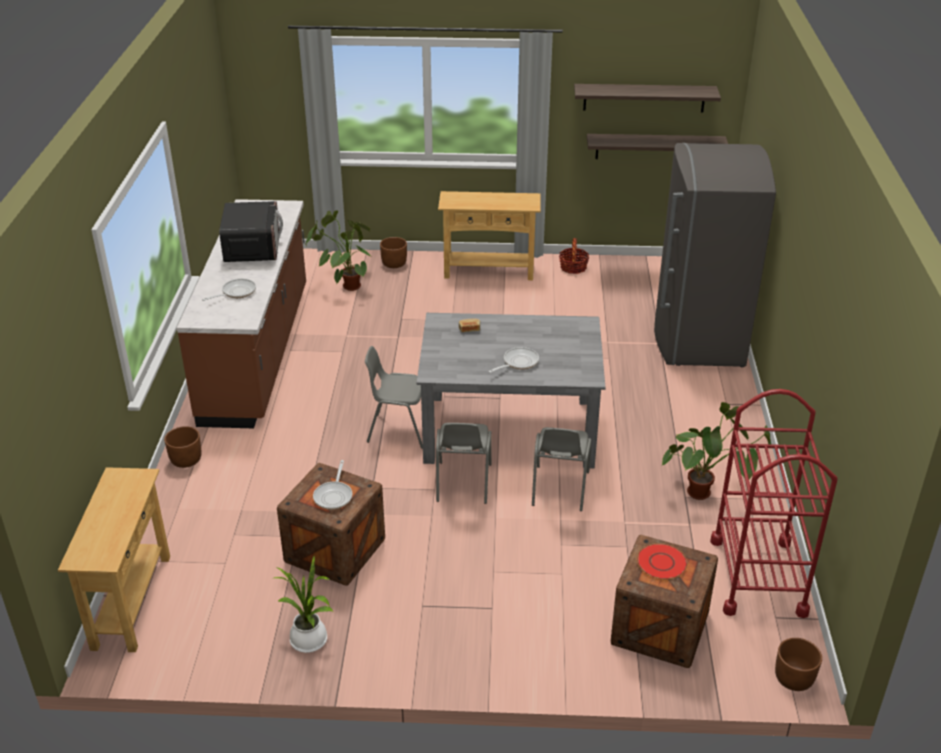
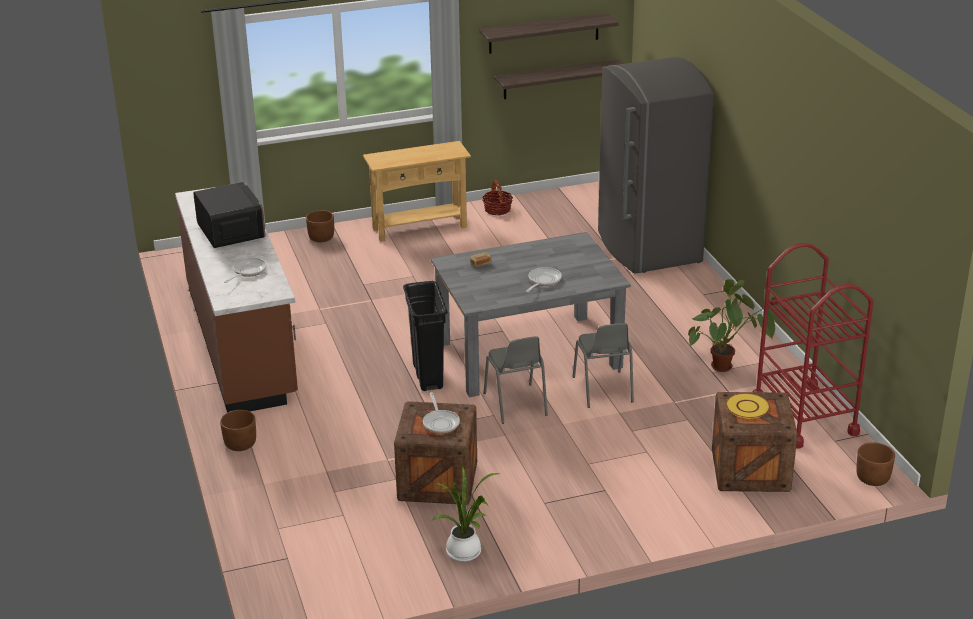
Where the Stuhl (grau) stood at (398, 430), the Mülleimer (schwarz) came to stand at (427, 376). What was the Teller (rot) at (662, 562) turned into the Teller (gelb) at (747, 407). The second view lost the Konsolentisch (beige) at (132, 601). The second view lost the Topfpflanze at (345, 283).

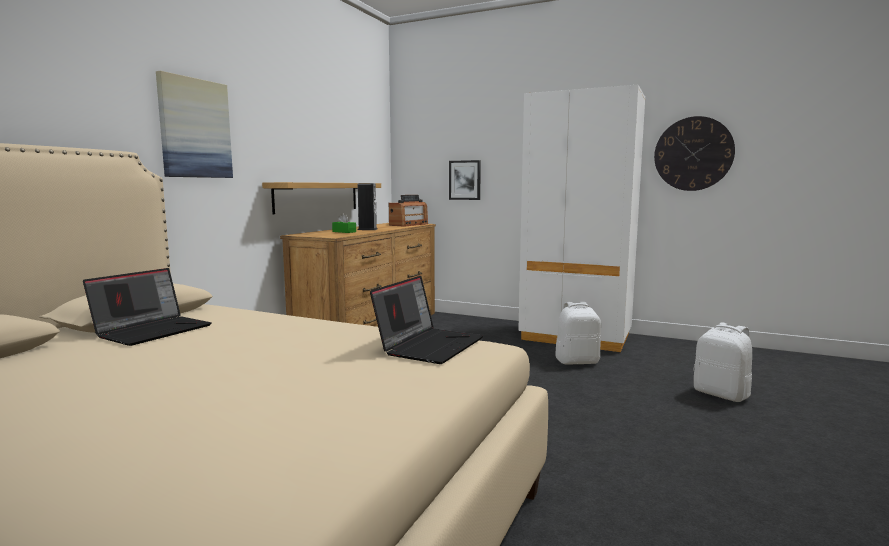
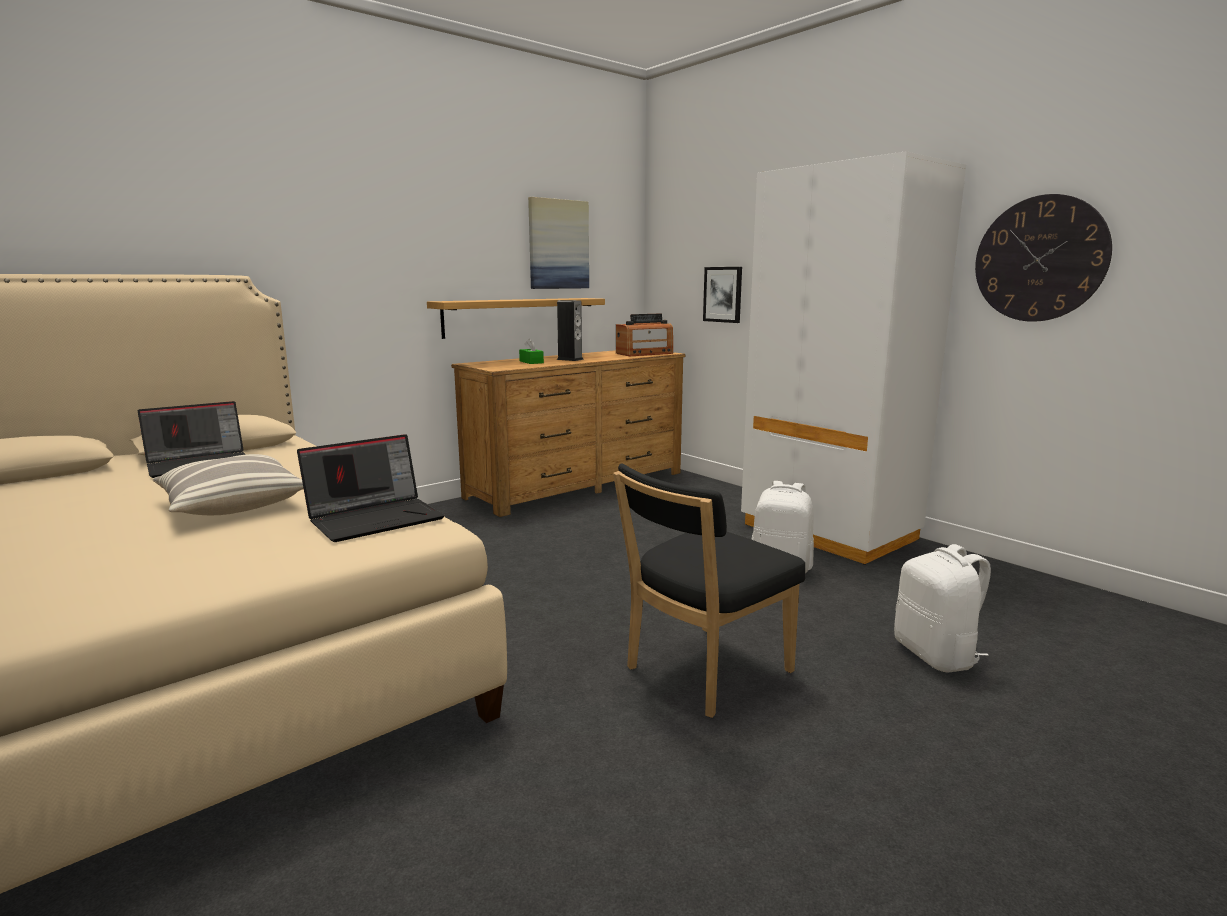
The second view gained the Kissen at (232, 505). The Bild ended up elsewhere, having gone from (195, 128) to (558, 244). The second view gained the Stuhl (schwarz) at (702, 672).

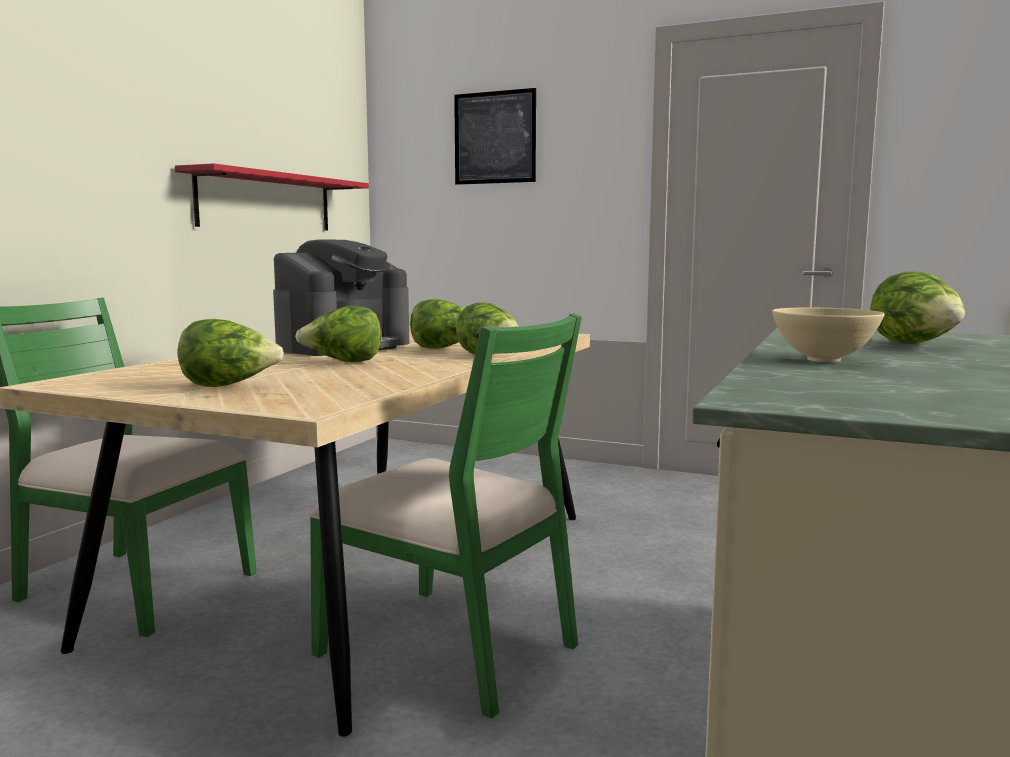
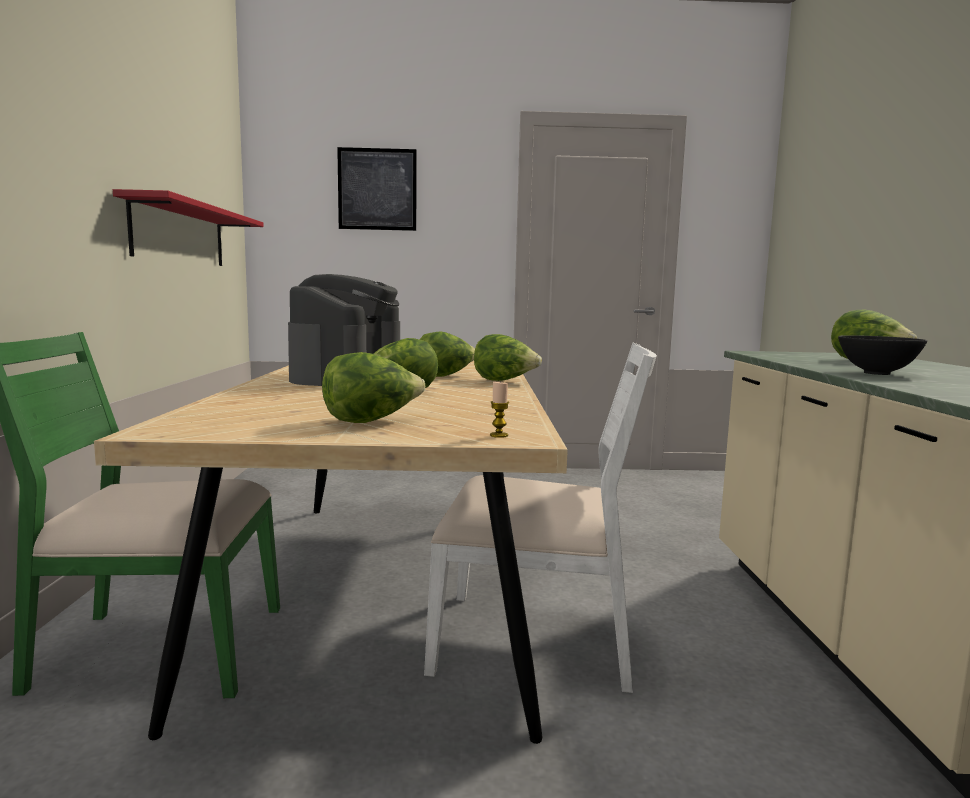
What was the Stuhl (grün) at (451, 648) turned into the Stuhl (weiß) at (535, 641). The second view gained the Kerze at (499, 435). What was the Schüssel (beige) at (825, 360) turned into the Schüssel (schwarz) at (877, 373).

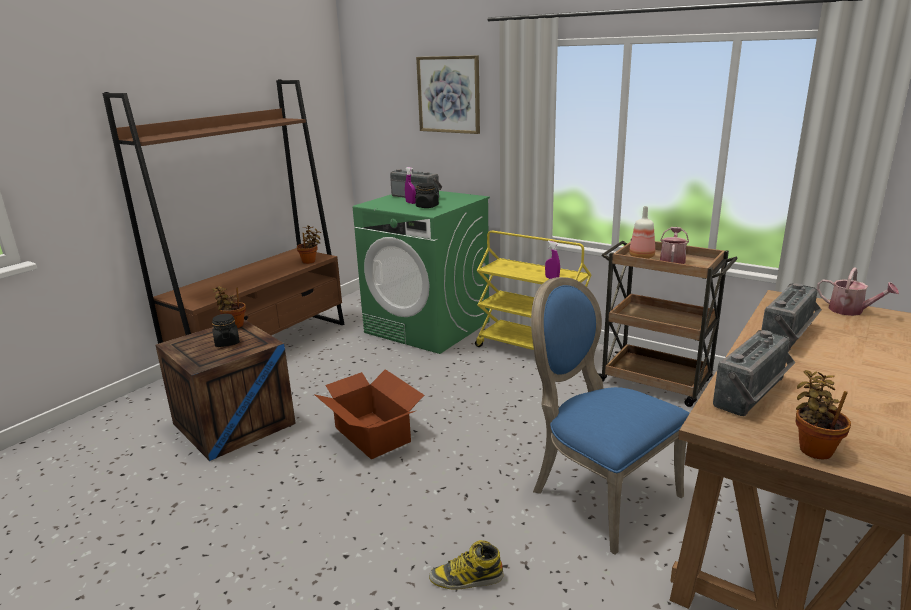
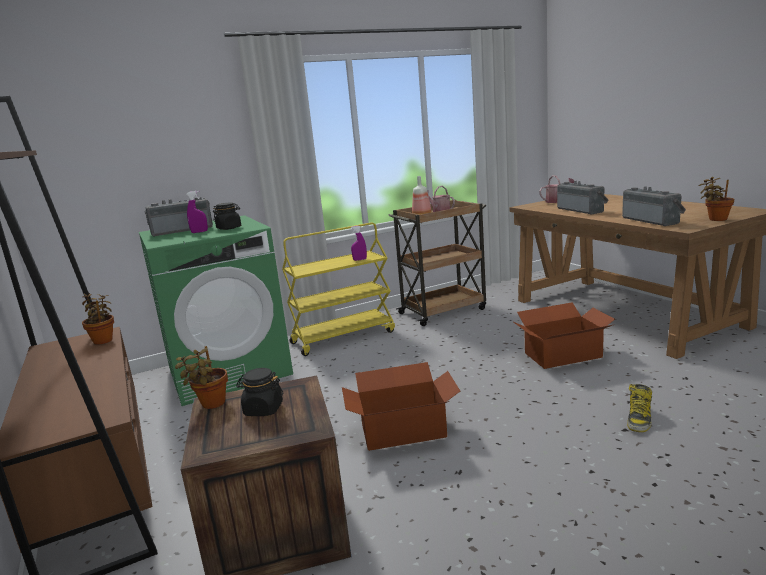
Where the Stuhl (blau) stood at (598, 493), the Karton came to stand at (562, 355). The second view lost the Bild at (449, 94).

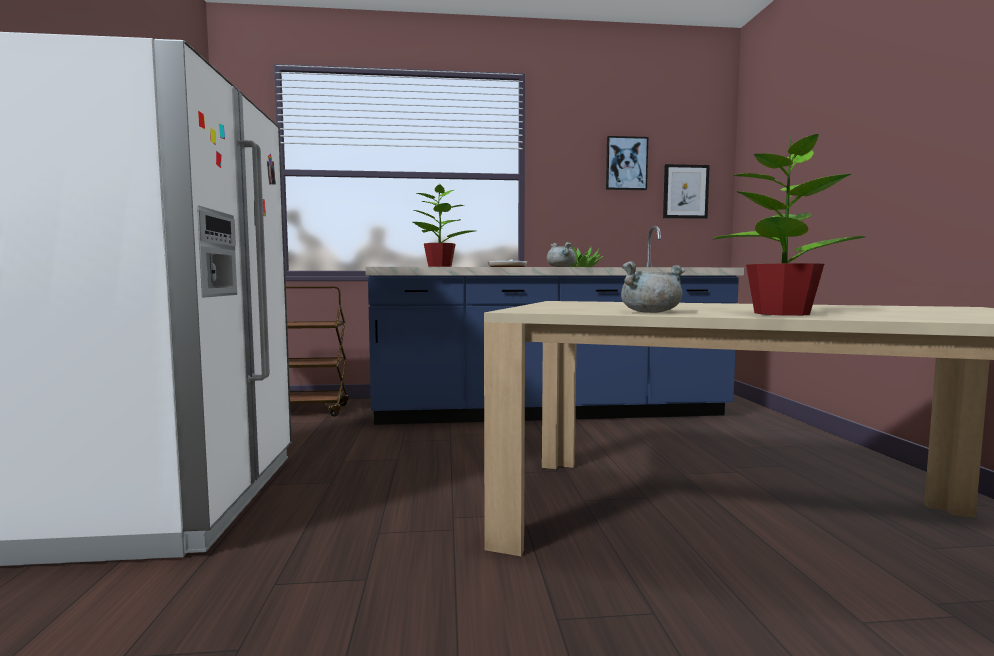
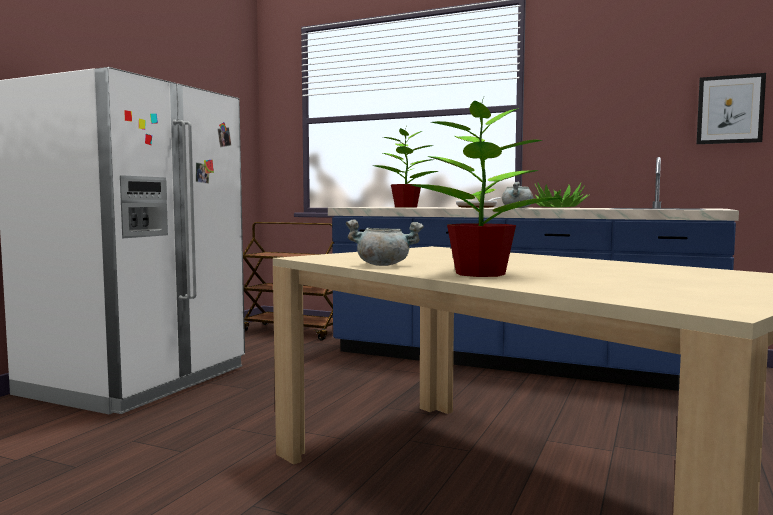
The second view lost the Bild at (626, 163).

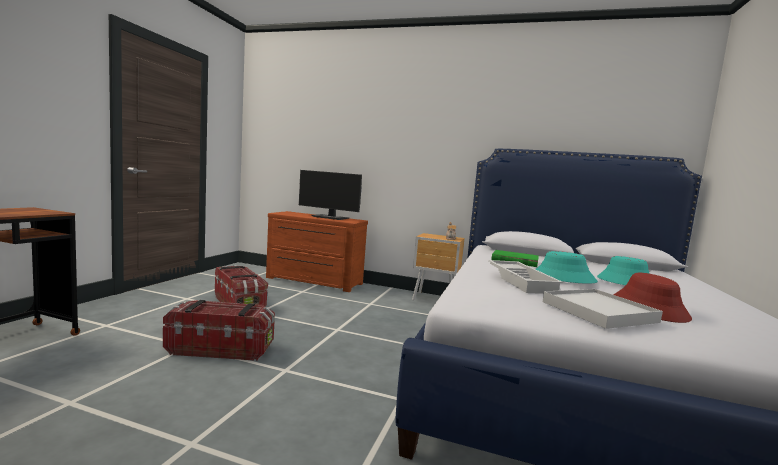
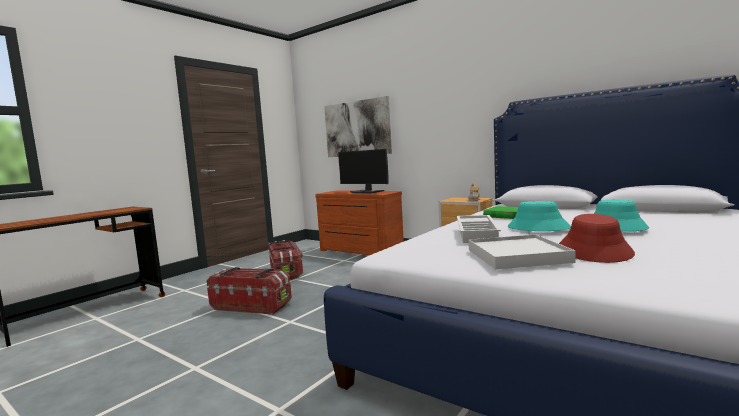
The second view gained the Bild at (357, 128).

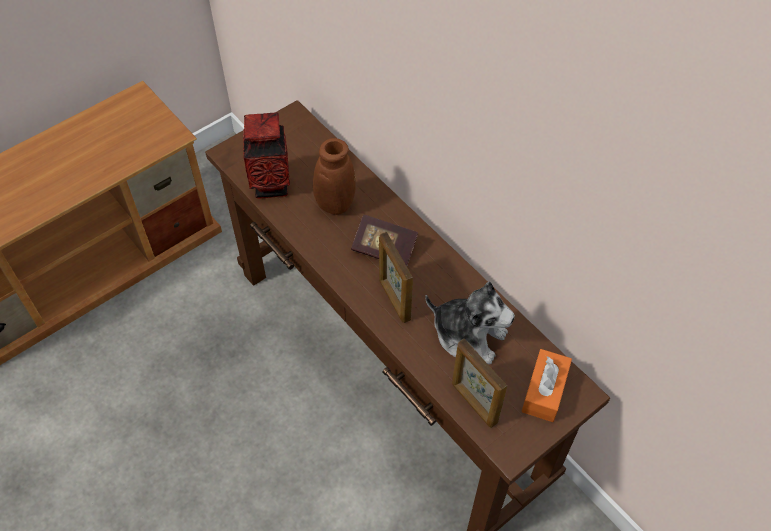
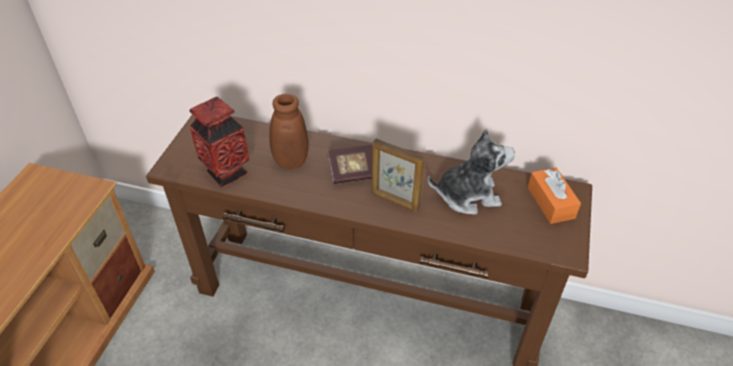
The second view lost the Bilderrahmen at (473, 403).

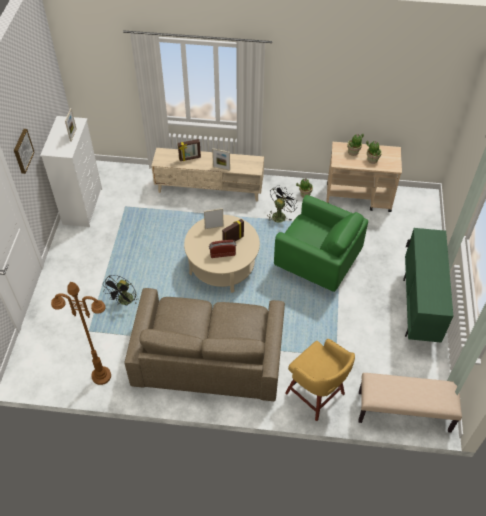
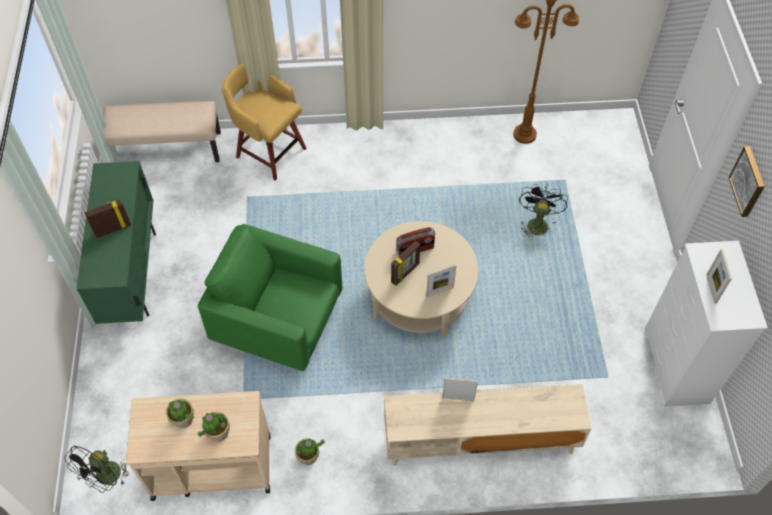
The Ventilator (schwarz) ended up elsewhere, having gone from (280, 215) to (105, 479). The Bilderrahmen ended up elsewhere, having gone from (190, 158) to (112, 229). The second view lost the Sofa (braun) at (208, 355).

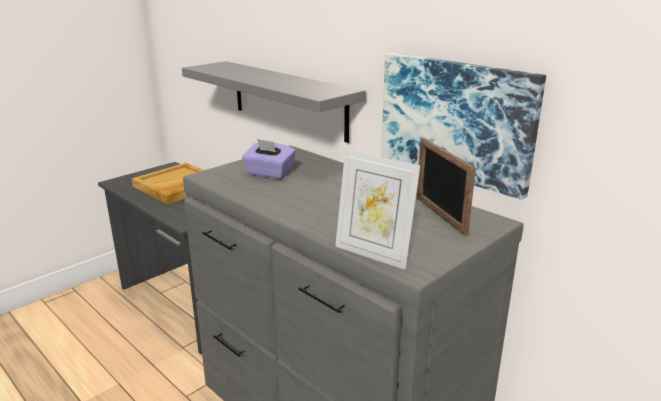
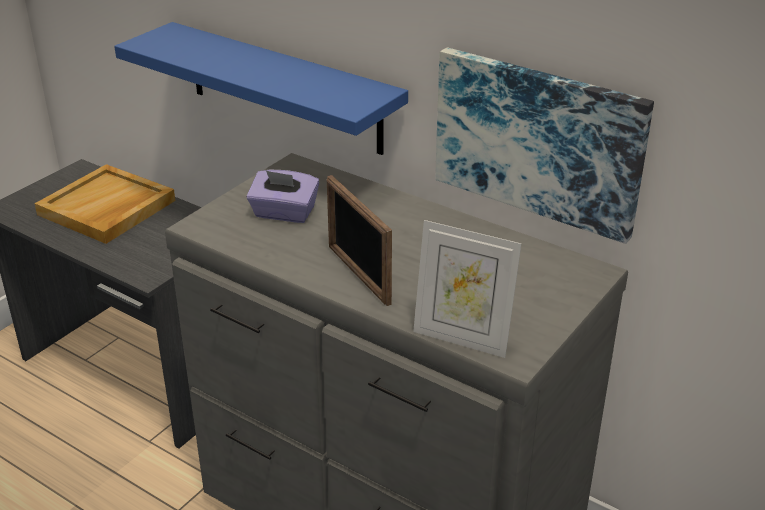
What was the Wandregal (grau) at (288, 99) turned into the Wandregal (blau) at (283, 88). The Bilderrahmen ended up elsewhere, having gone from (440, 215) to (358, 275).

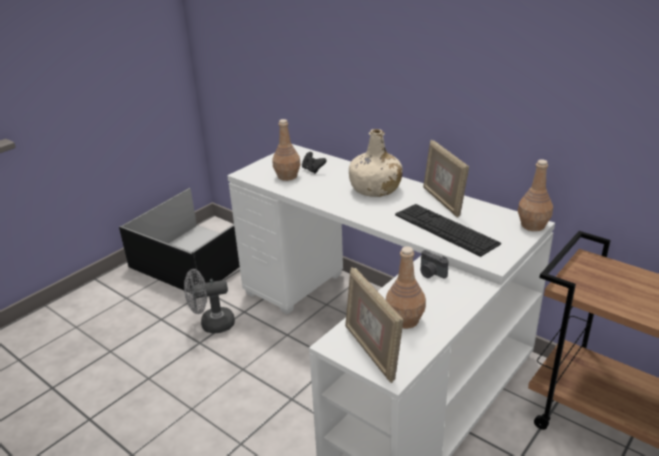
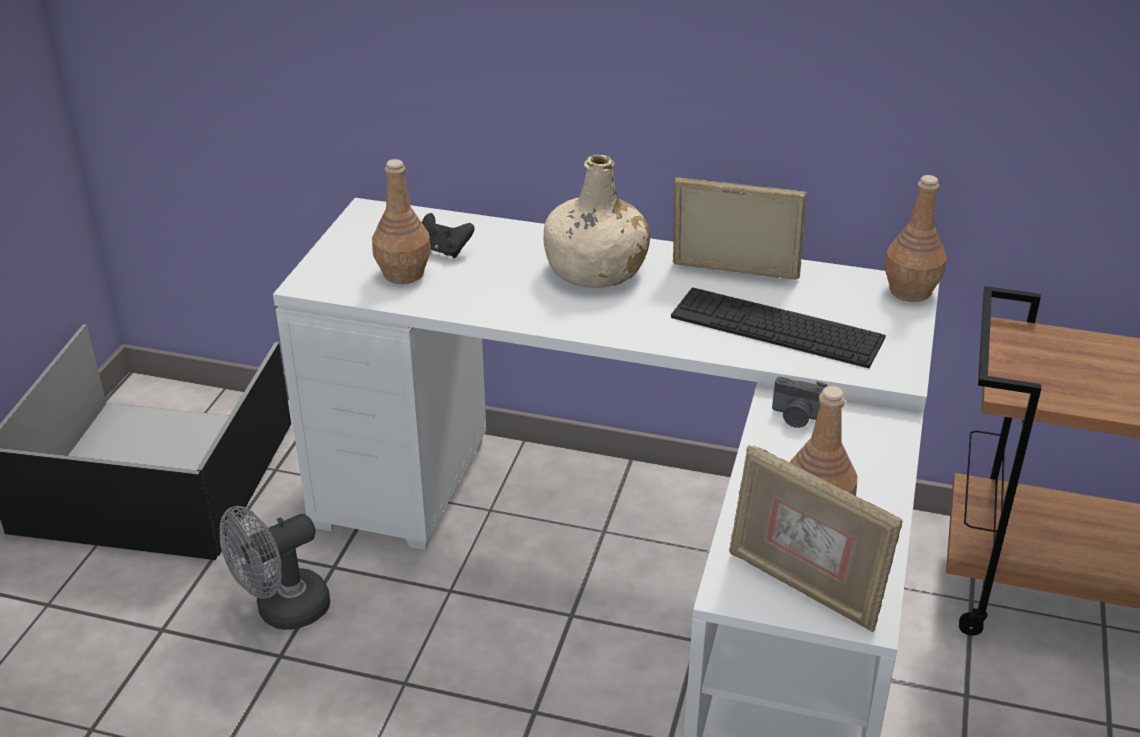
The Bilderrahmen at (443, 201) ended up facing another way, 150 degrees clockwise from before.

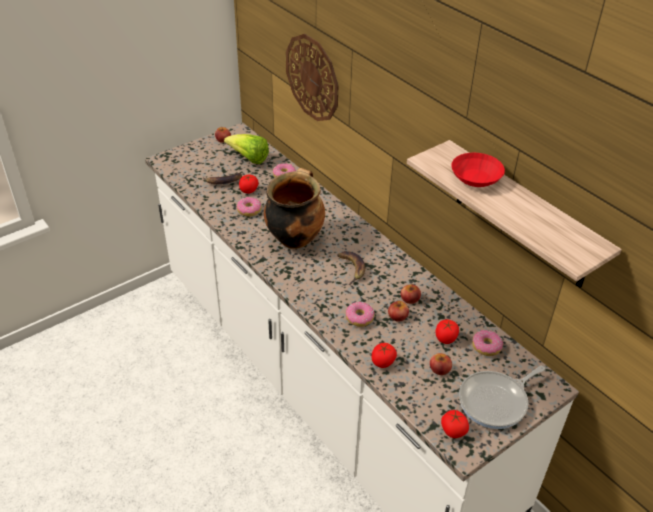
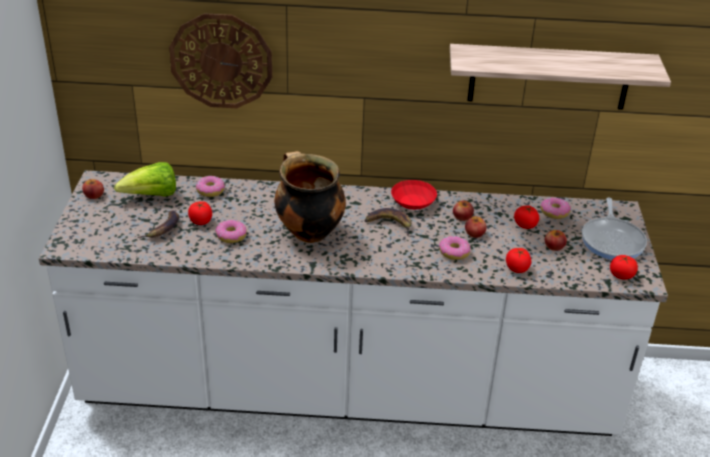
The Schüssel (rot) ended up elsewhere, having gone from (476, 178) to (412, 201).

